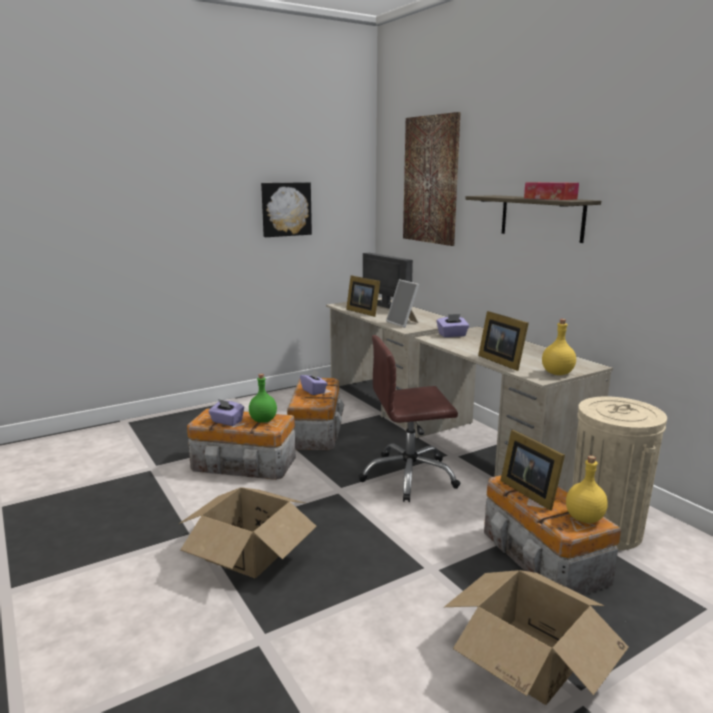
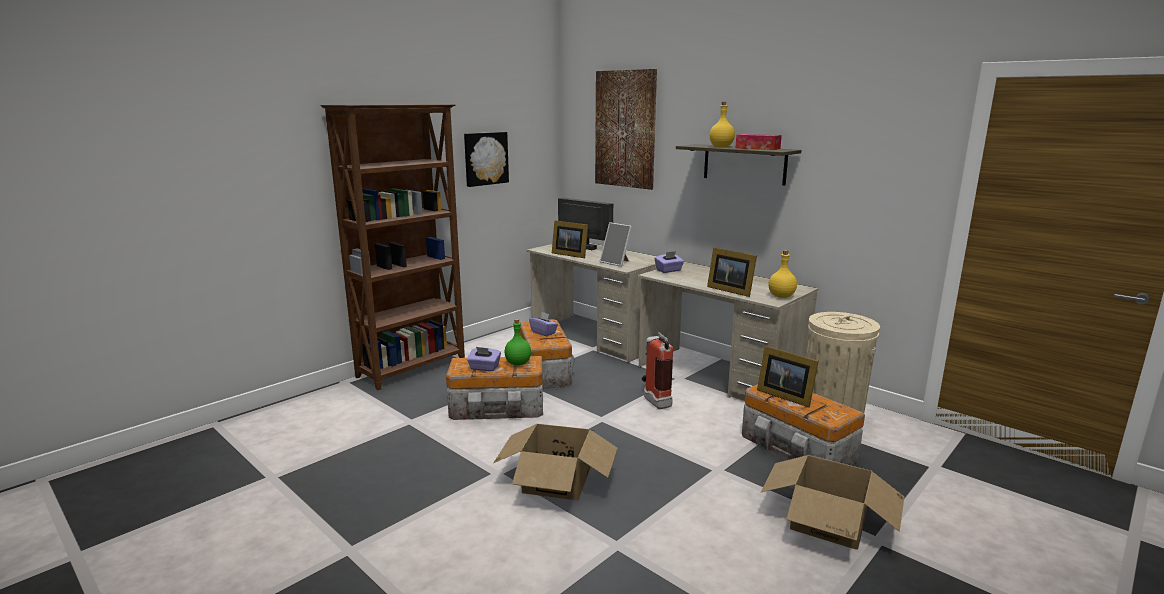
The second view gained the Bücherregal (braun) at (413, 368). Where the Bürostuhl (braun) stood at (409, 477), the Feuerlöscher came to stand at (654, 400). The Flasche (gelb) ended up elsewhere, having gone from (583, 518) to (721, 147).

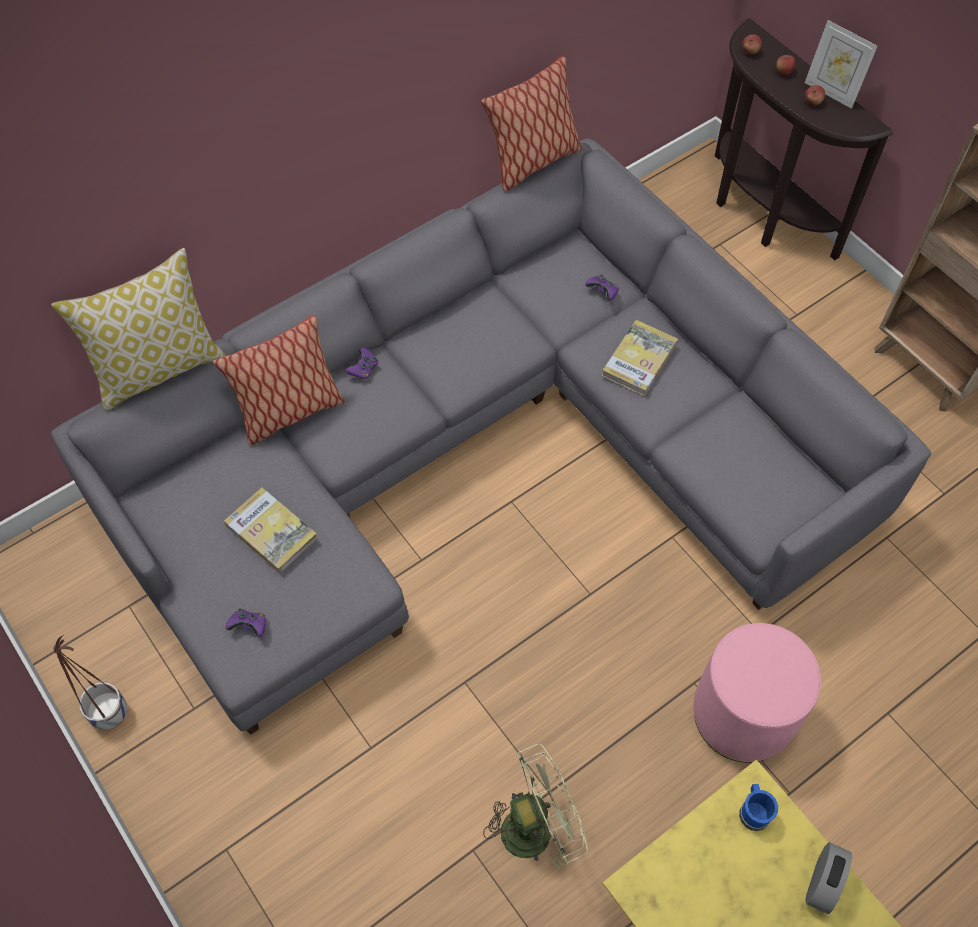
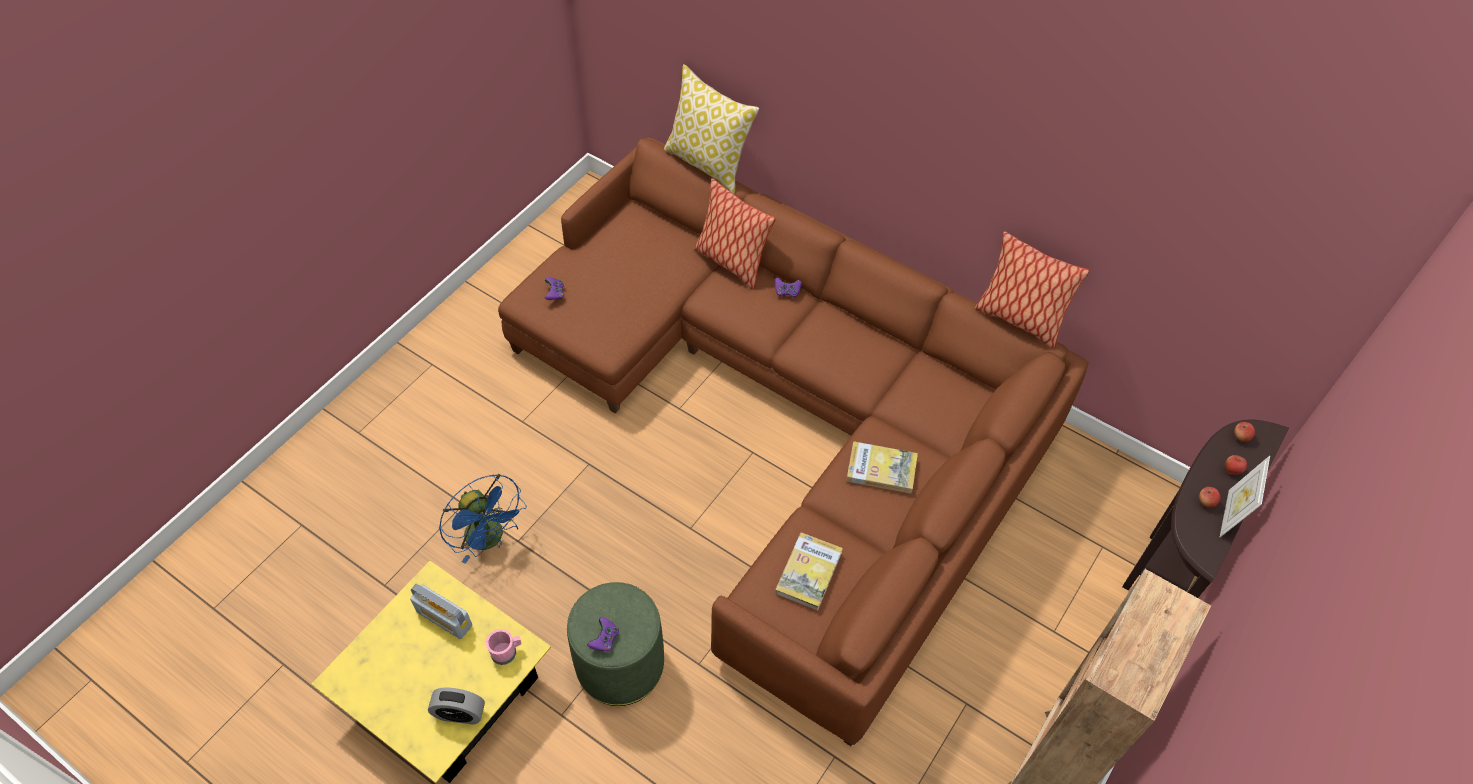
The second view gained the Radio at (444, 618). What was the Ventilator (grün) at (536, 825) turned into the Ventilator (blau) at (490, 539). What was the Henkelbecher (blau) at (753, 811) turned into the Henkelbecher (rosa) at (506, 652). What was the Sofa (grau) at (481, 448) turned into the Sofa (braun) at (792, 419). What was the Polsterhocker (rosa) at (743, 714) turned into the Polsterhocker (grün) at (620, 665). The Gamepad (lila) ended up elsewhere, having gone from (603, 292) to (604, 639). The Buch ended up elsewhere, having gone from (271, 532) to (808, 572). The second view lost the Pflanzkübel at (109, 712).

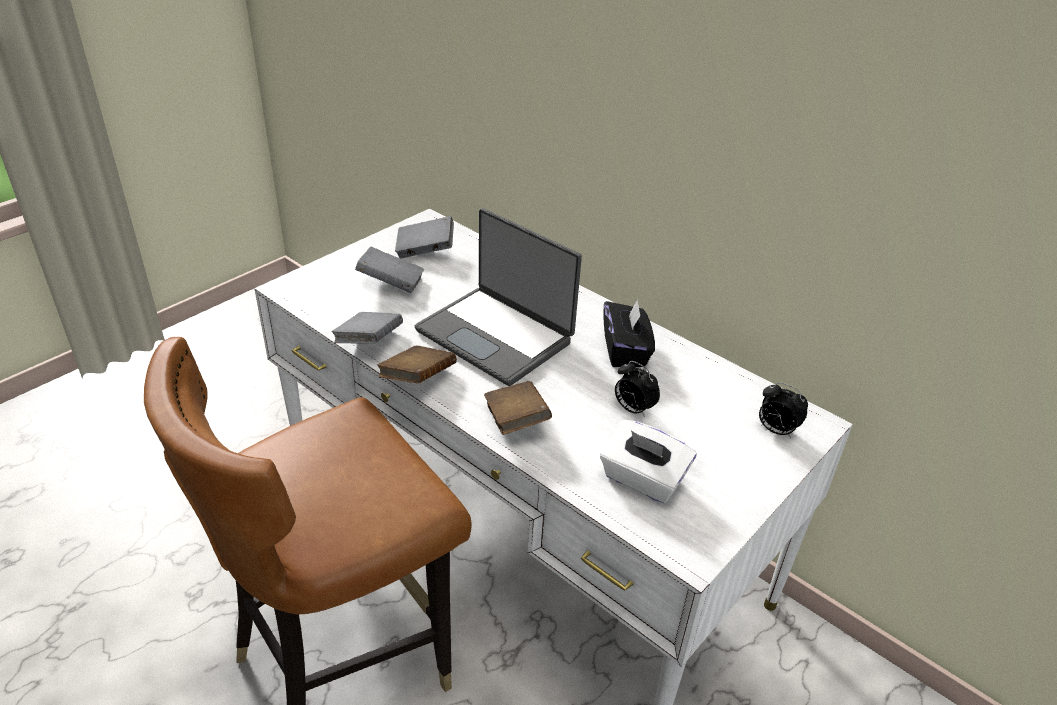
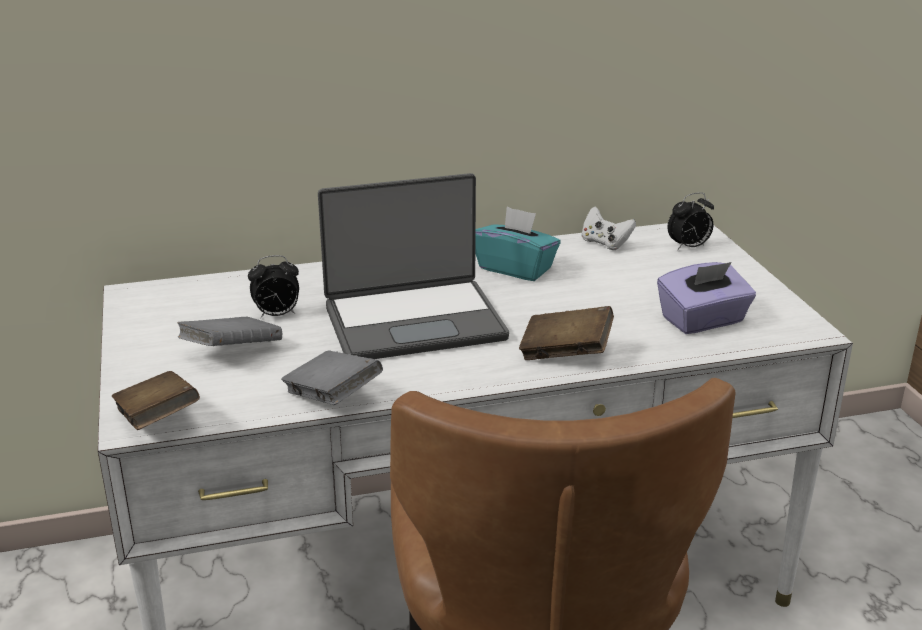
The Buch (braun) ended up elsewhere, having gone from (418, 379) to (158, 420). The Wecker ended up elsewhere, having gone from (633, 409) to (277, 315). What was the Taschentuchbox (schwarz) at (625, 350) turned into the Taschentuchbox (türkis) at (515, 268). The second view gained the Gamepad (weiß) at (605, 243). What was the Taschentuchbox (weiß) at (642, 480) turned into the Taschentuchbox (lila) at (703, 321). The second view lost the Buch (grau) at (425, 250).

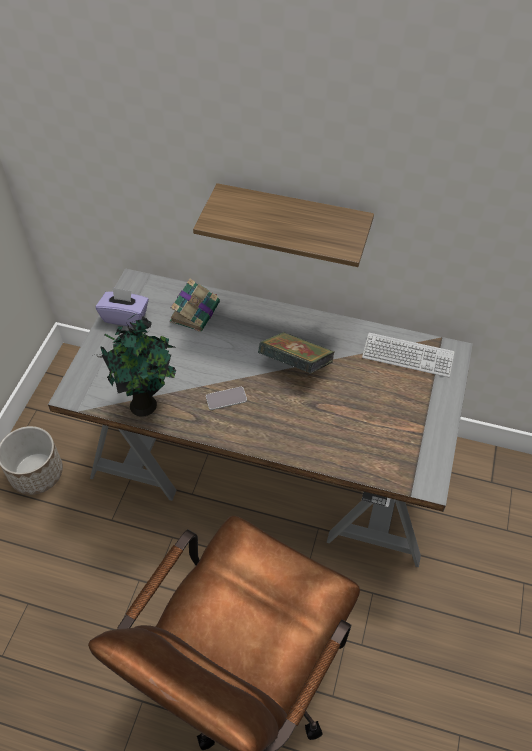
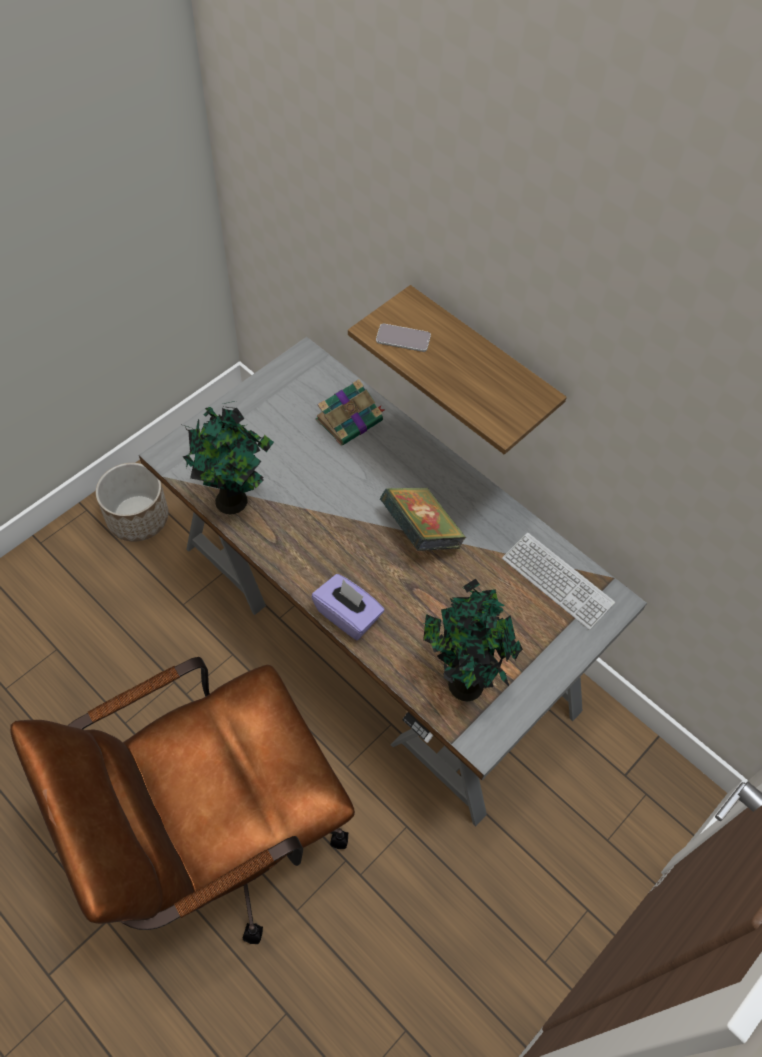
The Taschentuchbox (lila) ended up elsewhere, having gone from (125, 317) to (348, 615). The Handy ended up elsewhere, having gone from (226, 399) to (403, 338). The second view gained the Topfpflanze at (463, 682).

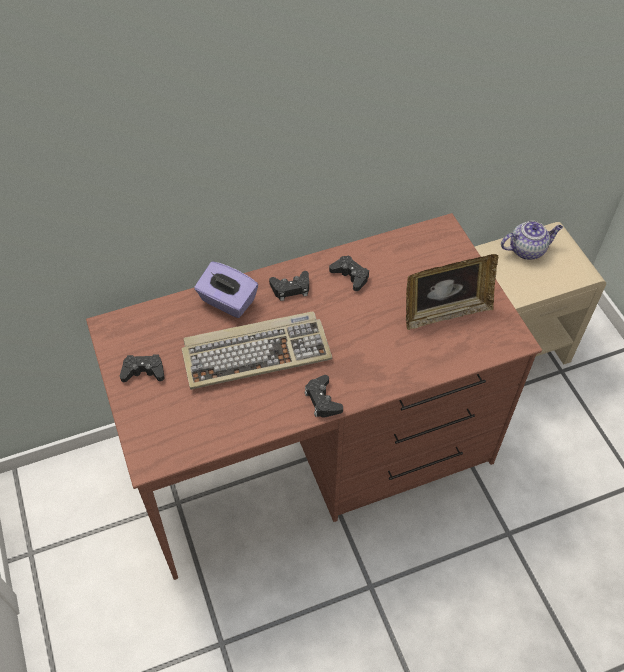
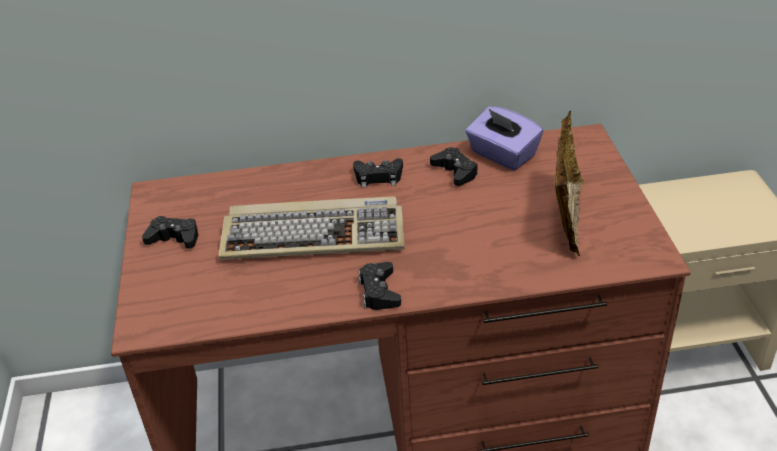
The Taschentuchbox (lila) ended up elsewhere, having gone from (227, 301) to (502, 155). The Bilderrahmen at (445, 312) ended up facing another way, 75 degrees counterclockwise from before. The second view lost the Teekanne at (527, 249).

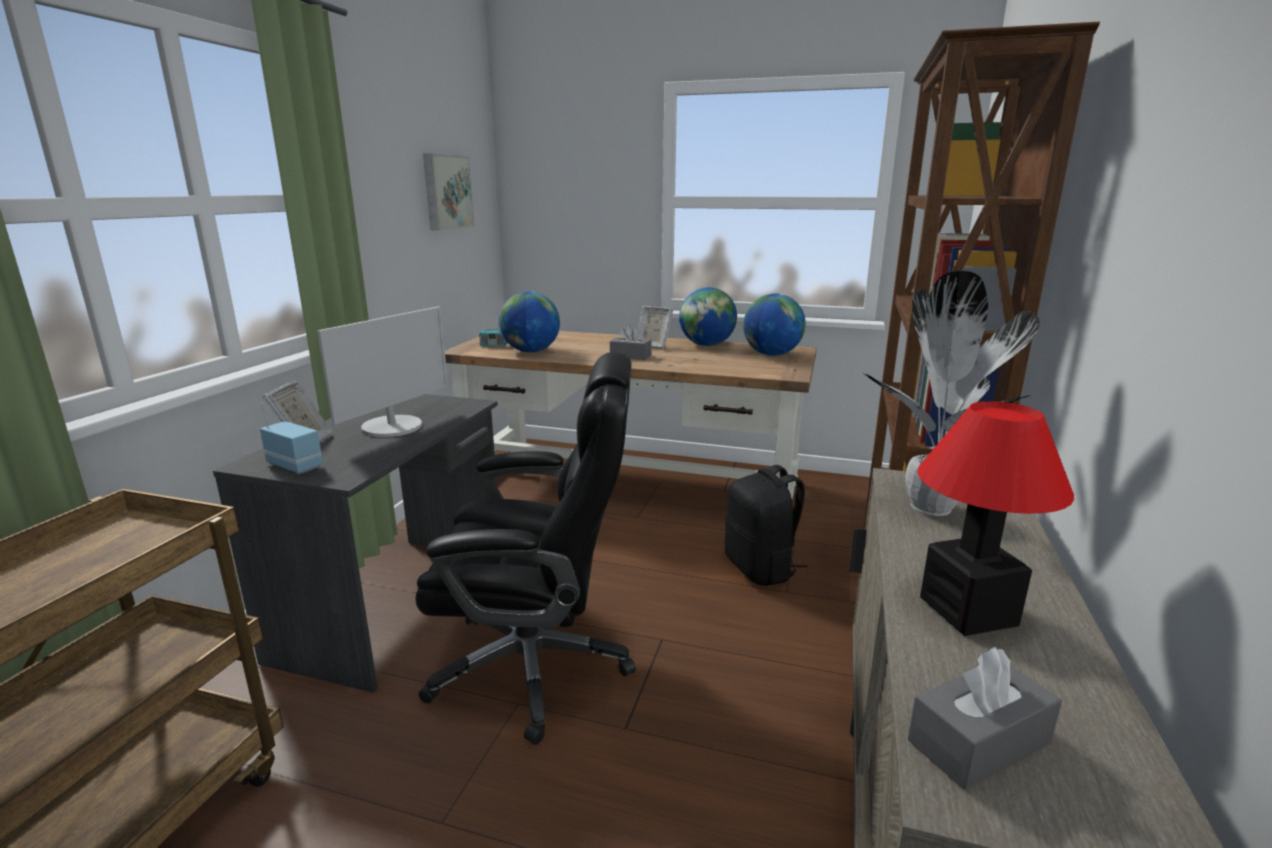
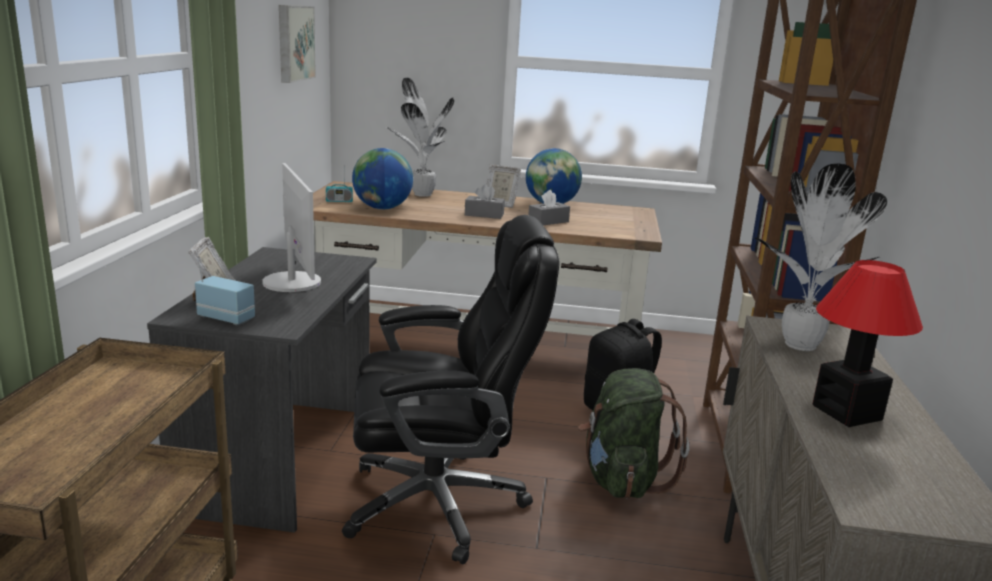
The Monitor at (393, 427) ended up facing another way, 45 degrees counterclockwise from before. The second view gained the Topfpflanze at (421, 194). The Taschentuchbox (grau) ended up elsewhere, having gone from (978, 742) to (548, 221). The second view gained the Rucksack (grün) at (622, 479). The second view lost the Globus at (771, 355).

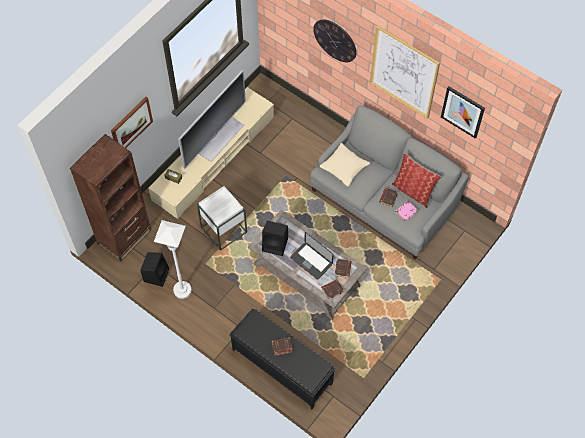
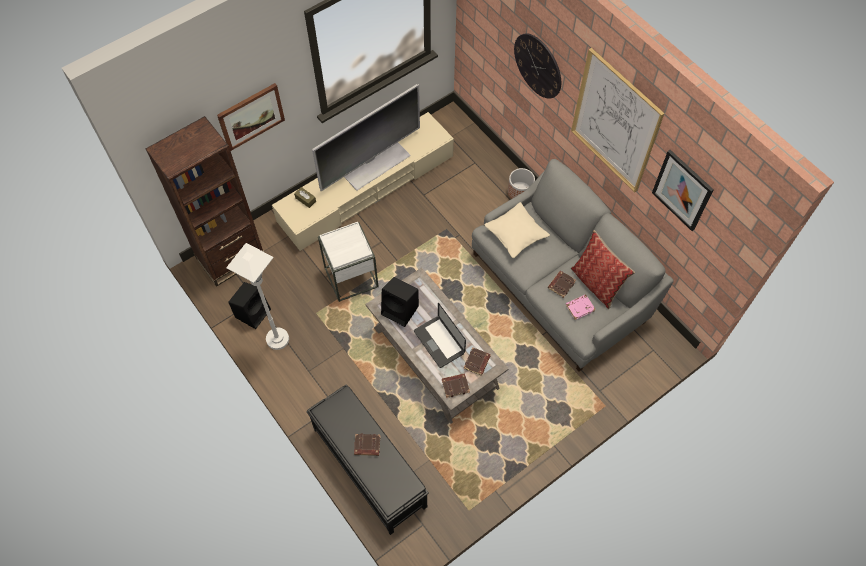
The second view gained the Pflanzkübel at (520, 192).

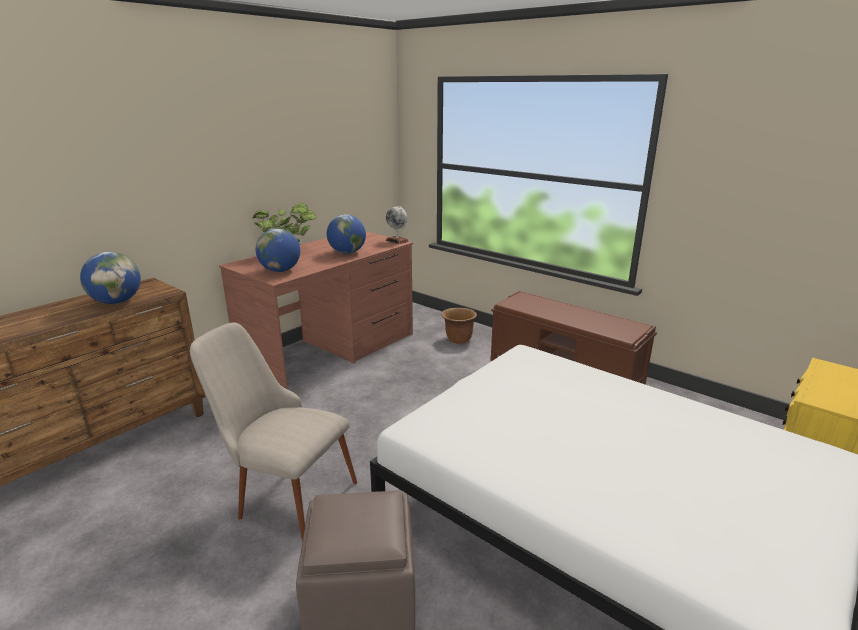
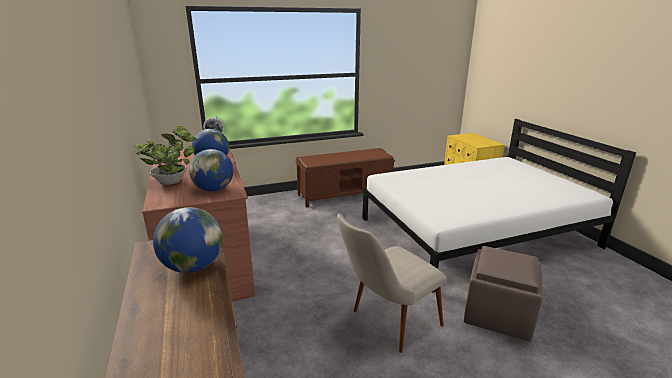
The second view lost the Pflanzkübel (braun) at (458, 339).

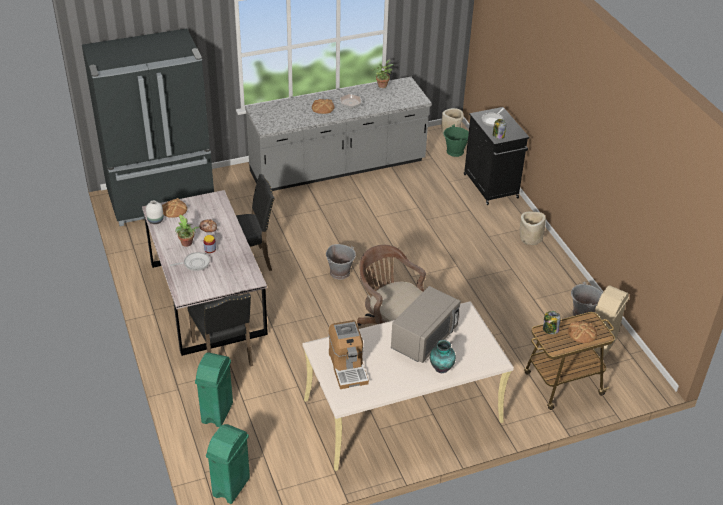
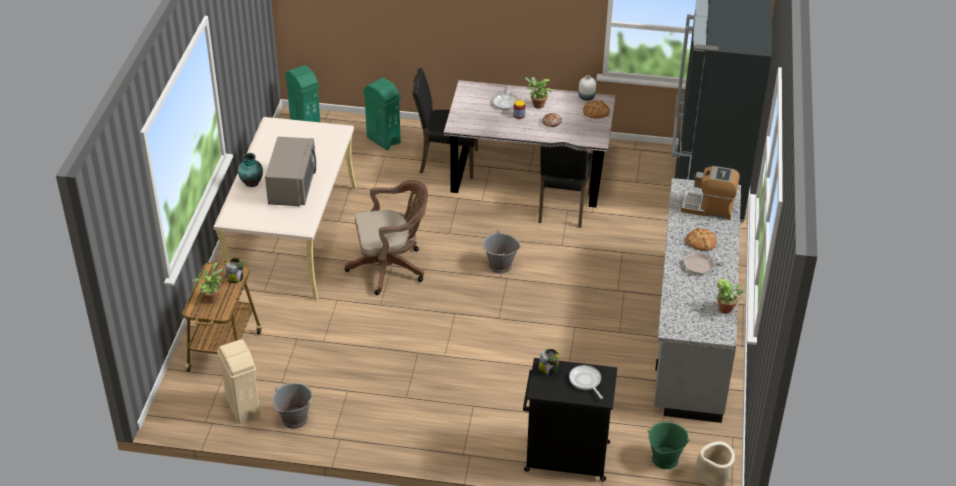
Where the Brot stood at (582, 333), the Topfpflanze came to stand at (211, 297). The Mikrowelle (grau) at (424, 338) ended up facing another way, 150 degrees counterclockwise from before. The Kaffeemaschine ended up elsewhere, having gone from (348, 367) to (708, 207). The second view lost the Pflanzkübel (beige) at (530, 238).

